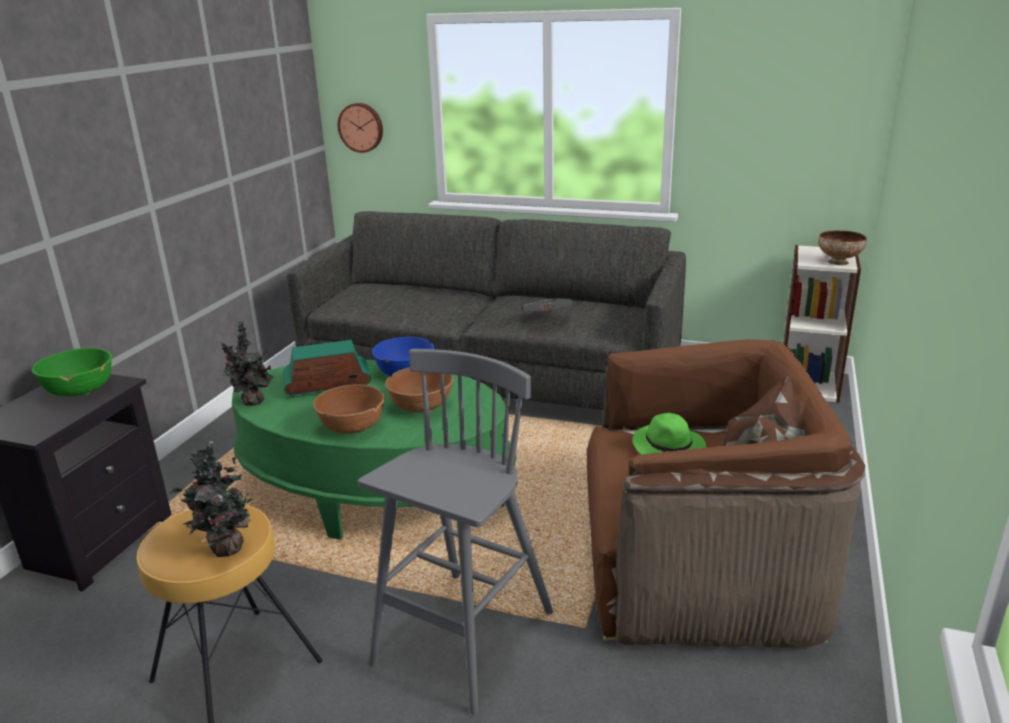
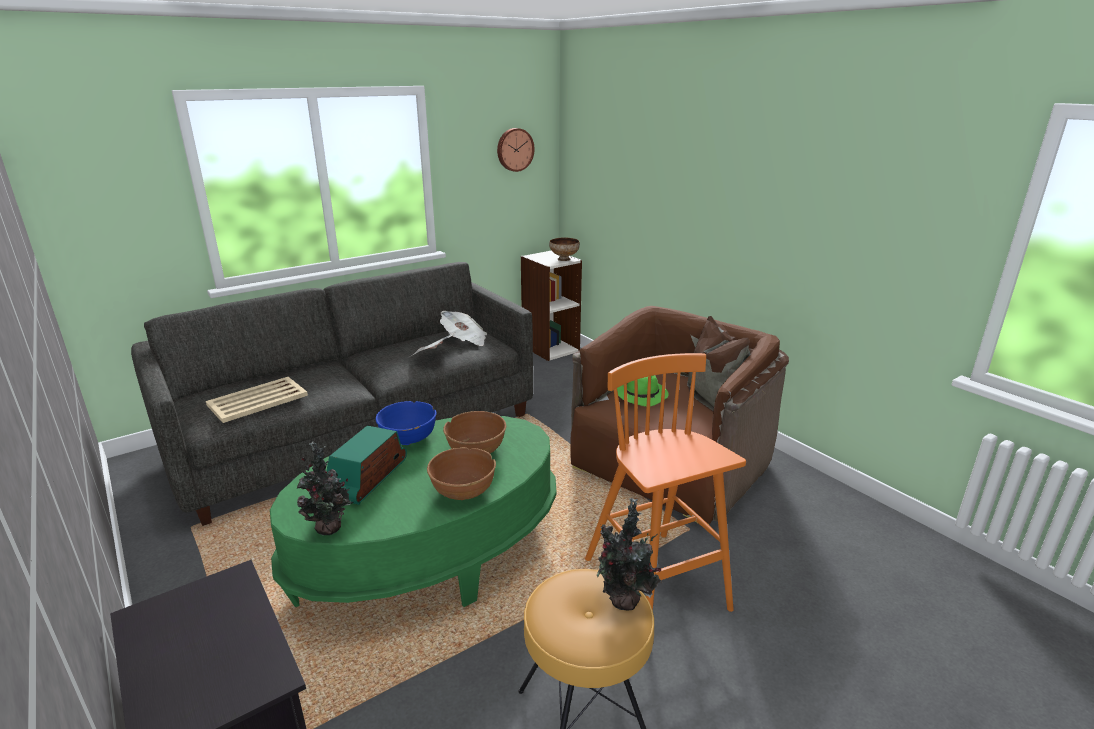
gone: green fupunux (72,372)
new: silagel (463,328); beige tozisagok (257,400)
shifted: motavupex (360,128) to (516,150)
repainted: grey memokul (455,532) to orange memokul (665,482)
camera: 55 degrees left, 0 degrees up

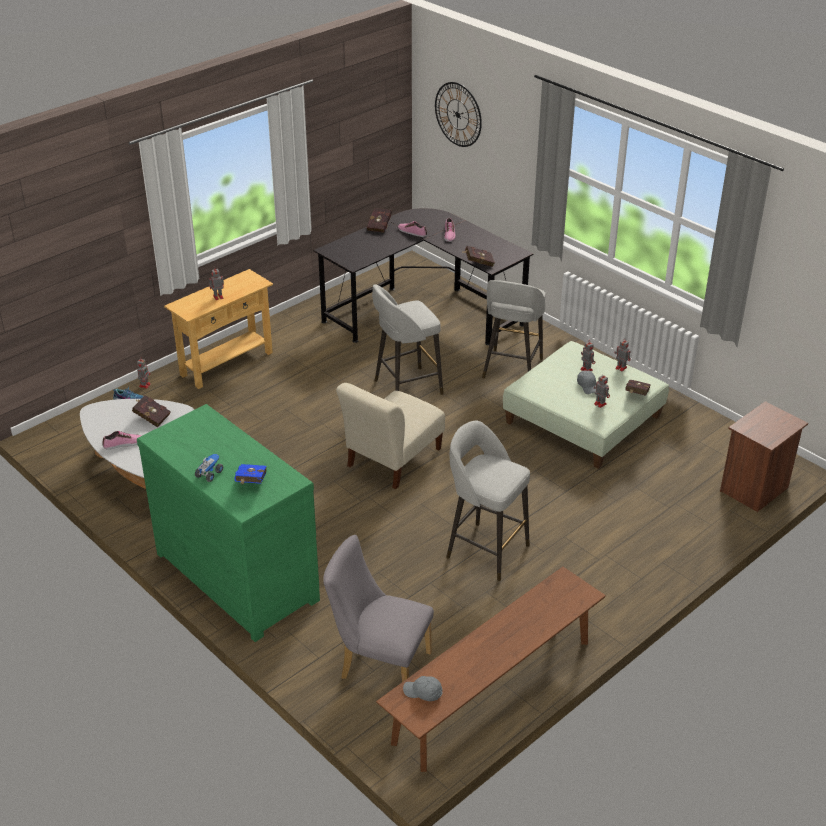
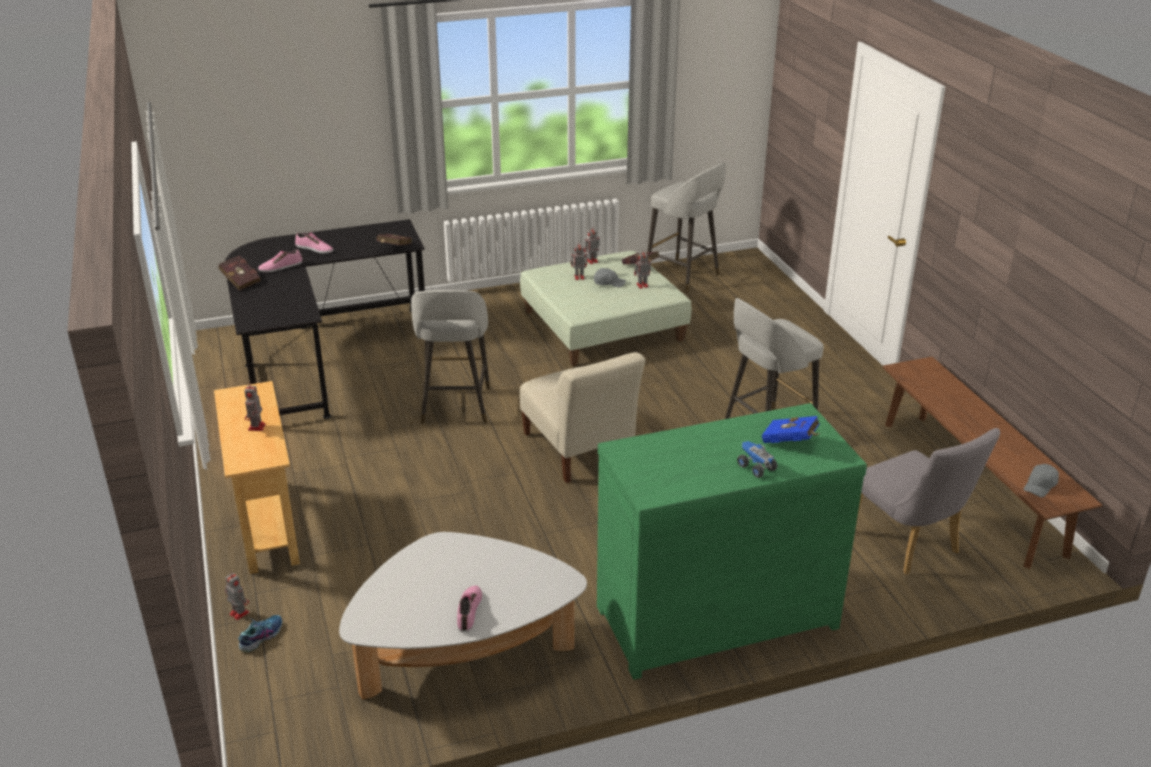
gone: motavupex (458,114); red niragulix (151,411); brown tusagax (764,456)
shifted: grey memokul (514,329) to (686,228)
rotated: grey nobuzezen (378,608) = (928,501) 75 degrees counterclockwise
camera: 65 degrees left, 5 degrees down

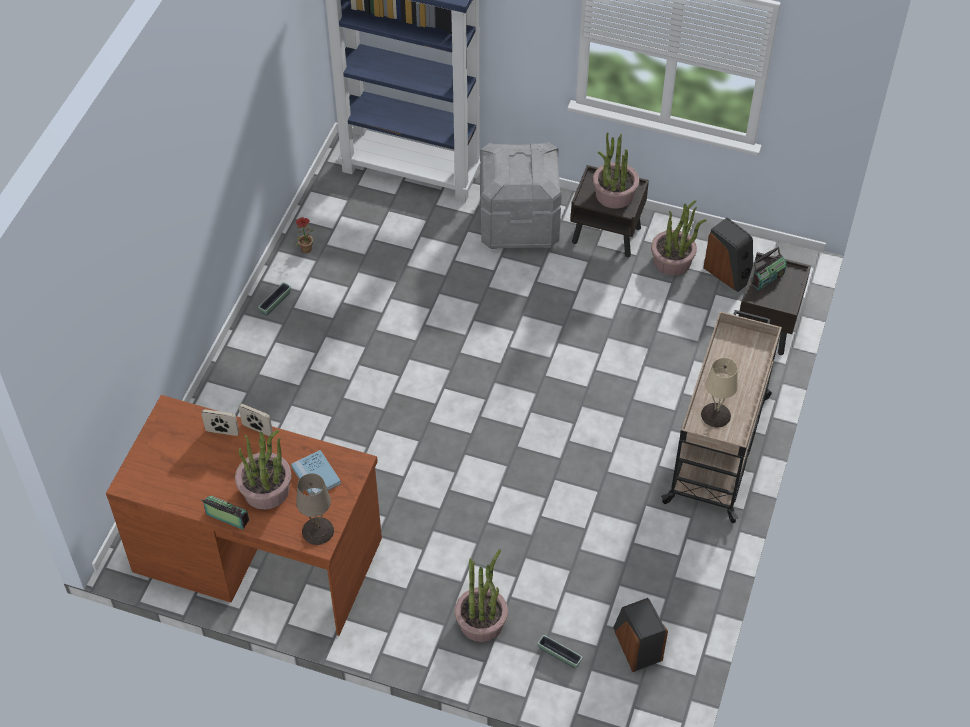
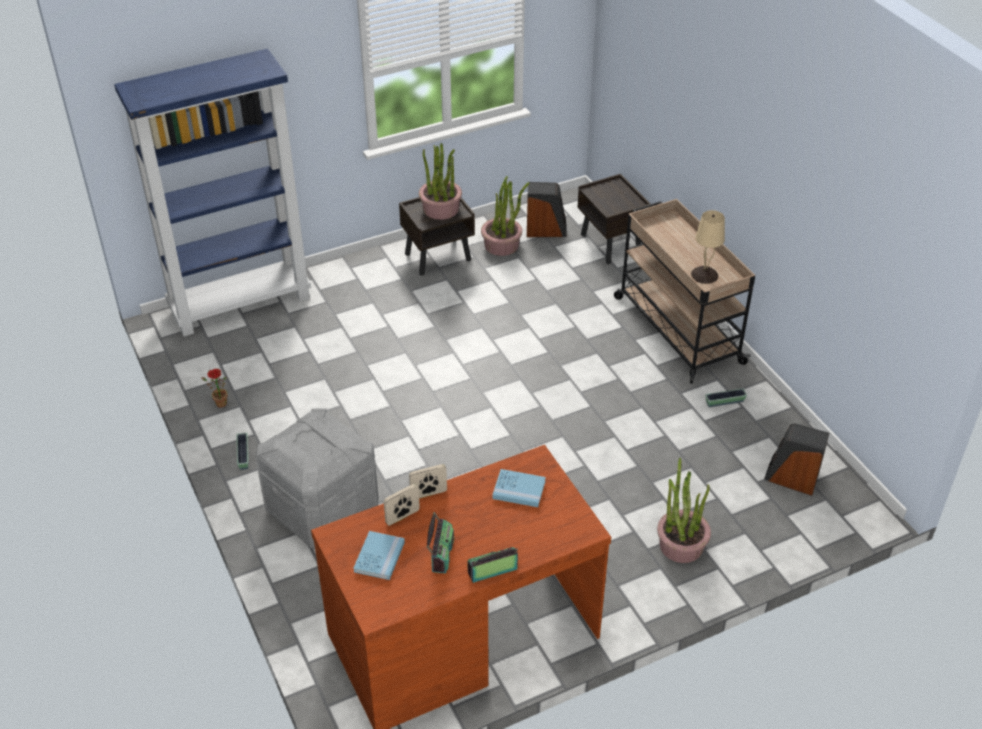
gone: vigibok (263,470); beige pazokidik (315,509)
new: blue niragulix (379,555)
shifted: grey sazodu (521,195) to (316,478); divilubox (769,268) to (440,542); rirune (560,652) to (726,397)
camera: 45 degrees left, 10 degrees down

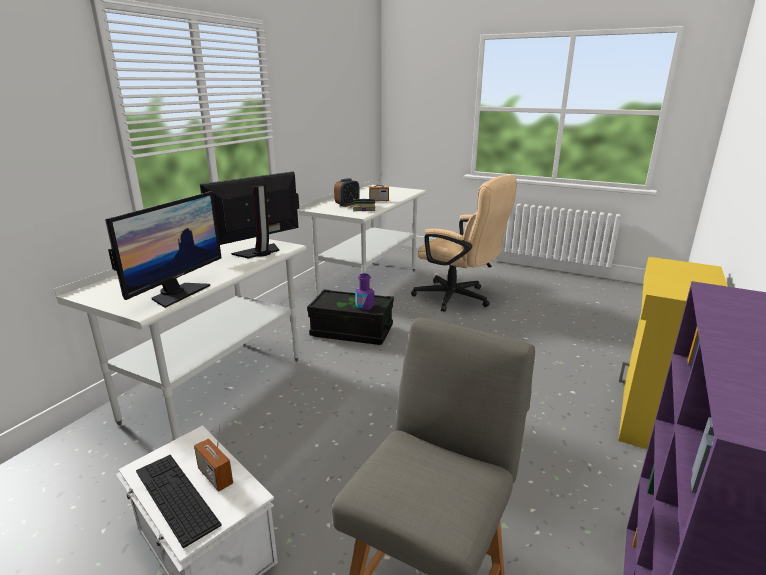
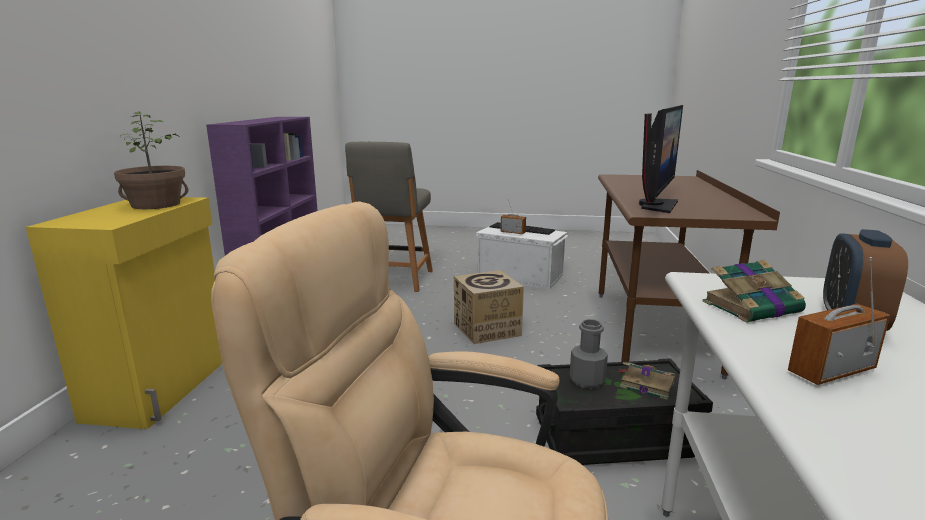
gone: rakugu (163,249)
new: vigibok (151,160); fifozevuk (489,307); niragulix (647,381)
repainted: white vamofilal (180,338) to brown vamofilal (689,274); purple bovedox (364,291) to grey bovedox (589,354)
camera: 160 degrees right, 5 degrees down

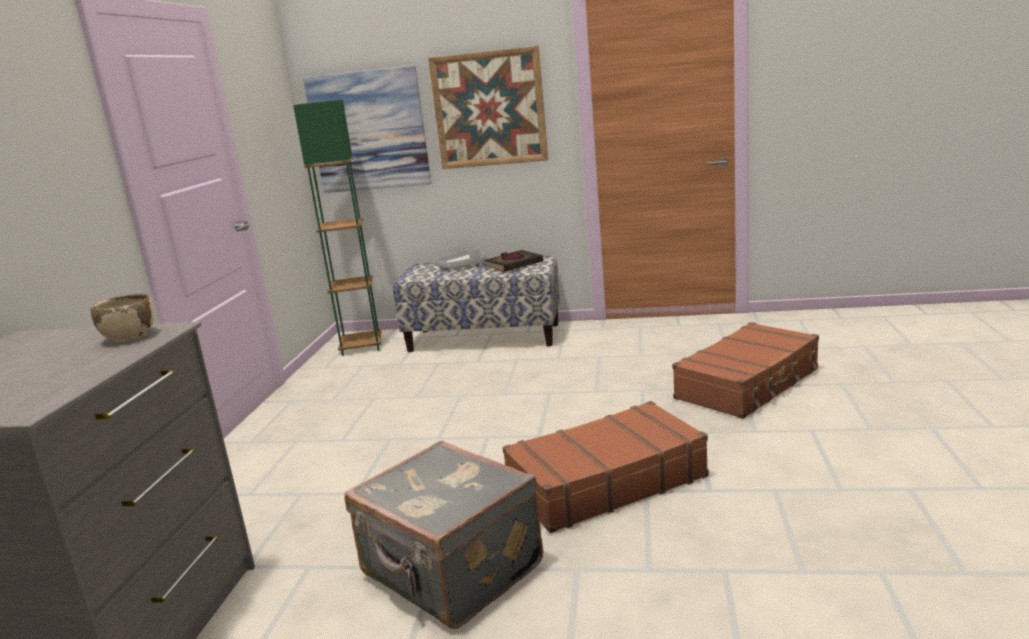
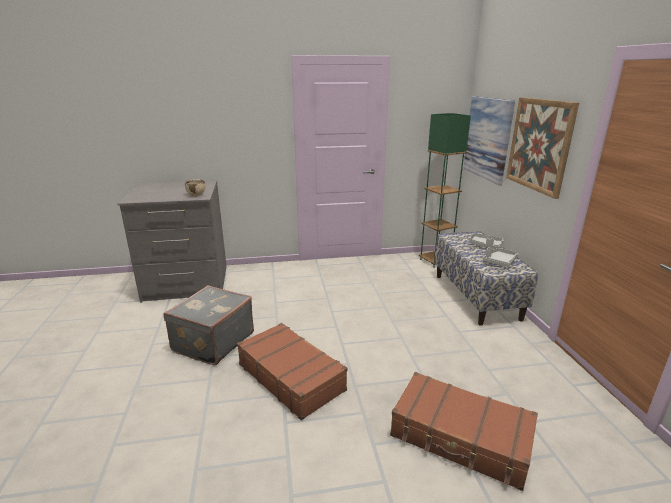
swapped: black niragulix (513,261) to grey tozisagok (500,257)
camera: 70 degrees right, 5 degrees up

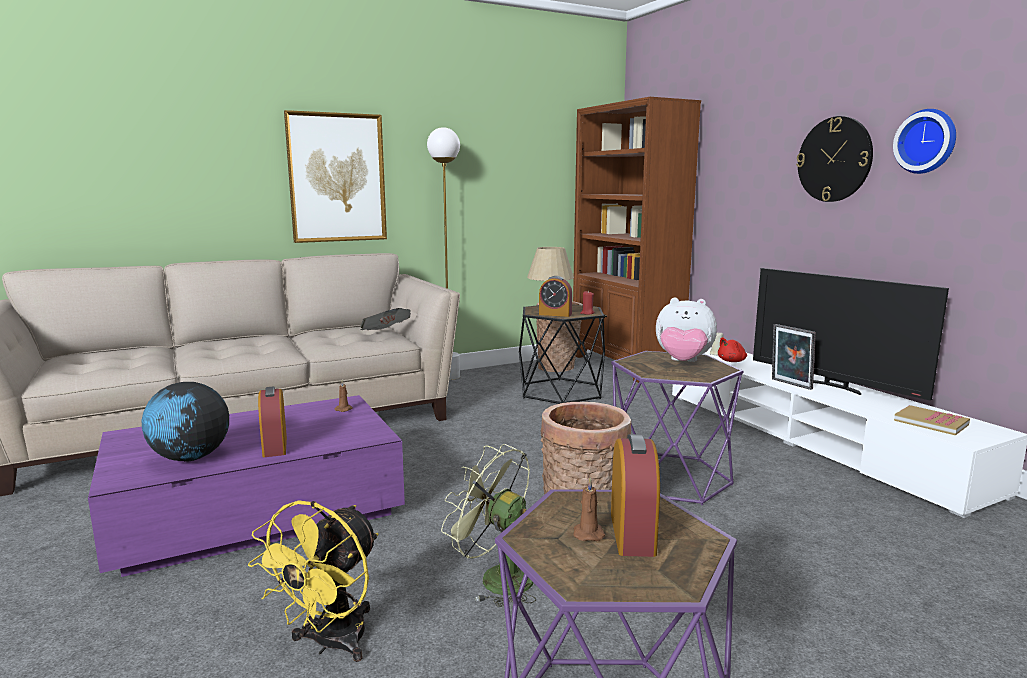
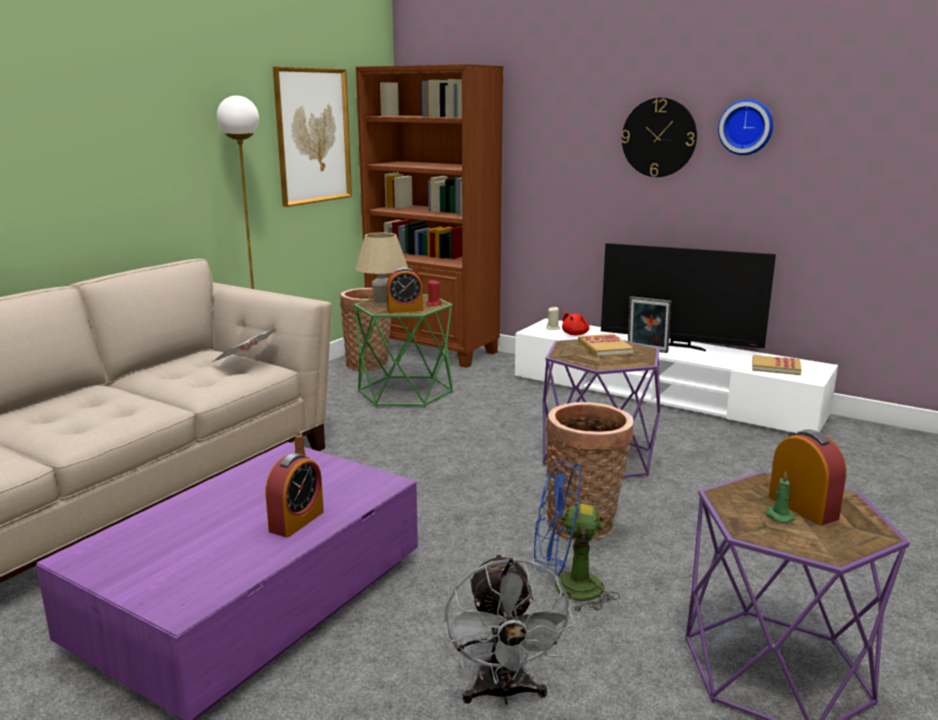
gone: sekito (185,421)
shifted: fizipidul (335,176) to (312,137)
swapped: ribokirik (686,329) to niragulix (606,345)
repainted: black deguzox (562,354) to green deguzox (403,350); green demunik (488,525) to blue demunik (577,537); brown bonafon (589,509) to green bonafon (780,497); yellow demunik (313,581) to grey demunik (509,629)
rotated: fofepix (272,422) = (294,495) 105 degrees counterclockwise
camera: 30 degrees left, 5 degrees up

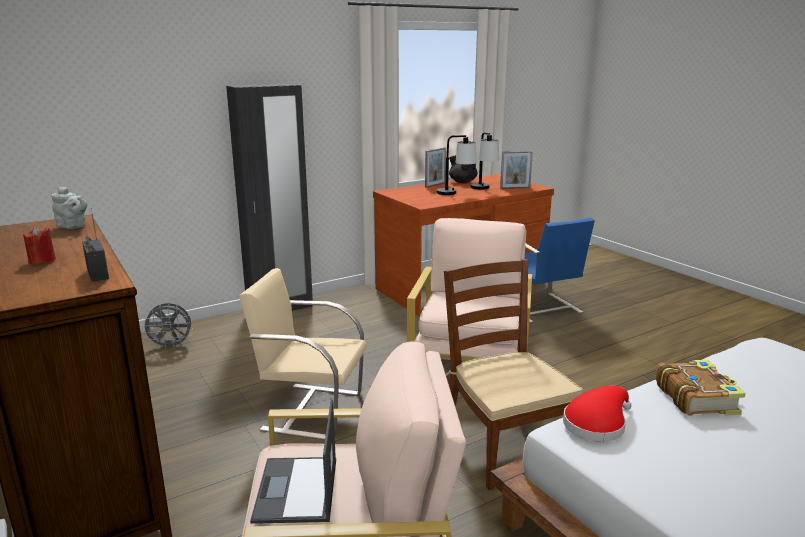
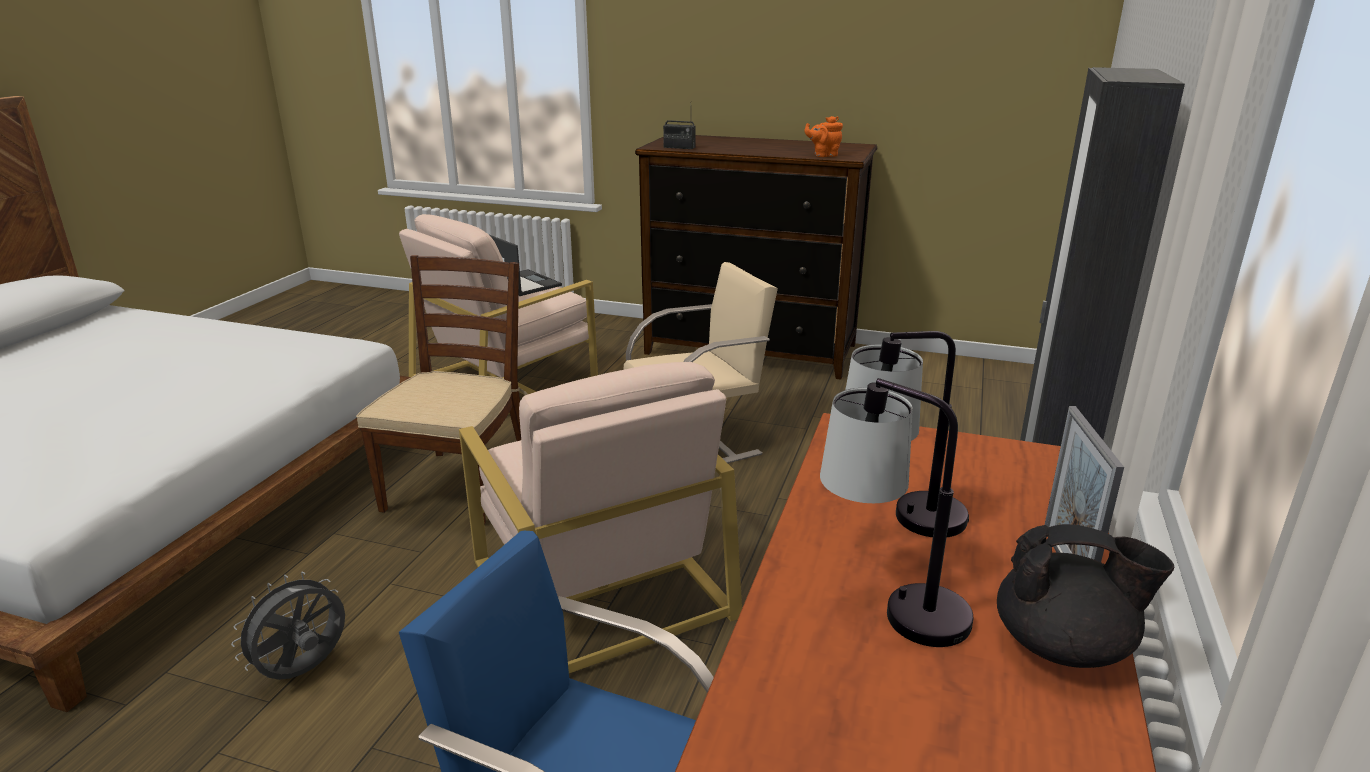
gone: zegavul (516,170); red bonafon (39,245); niragulix (701,388); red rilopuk (597,414)
shifted: grey demunik (167,326) to (288,625)
repainted: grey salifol (69,208) to orange salifol (824,136)
rotated: brown nobuzezen (513,374) = (442,389) 105 degrees counterclockwise
camera: 140 degrees right, 5 degrees up

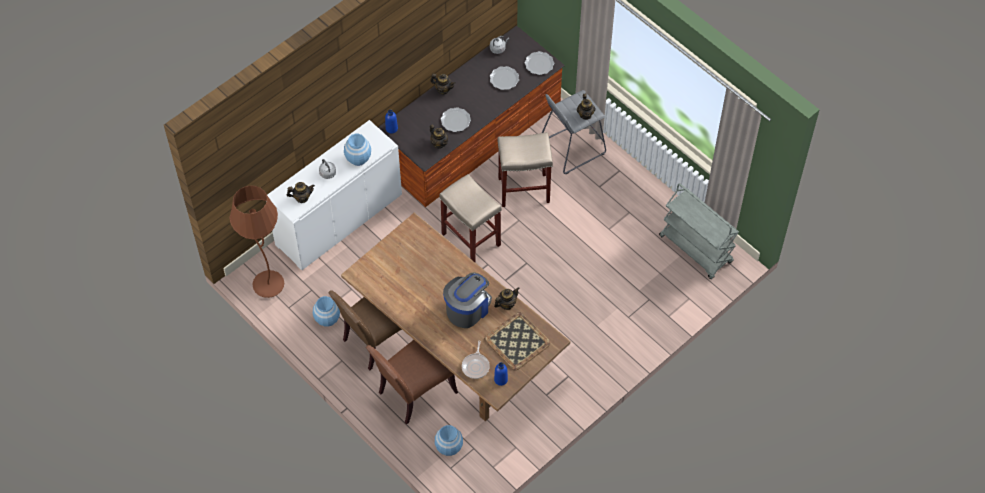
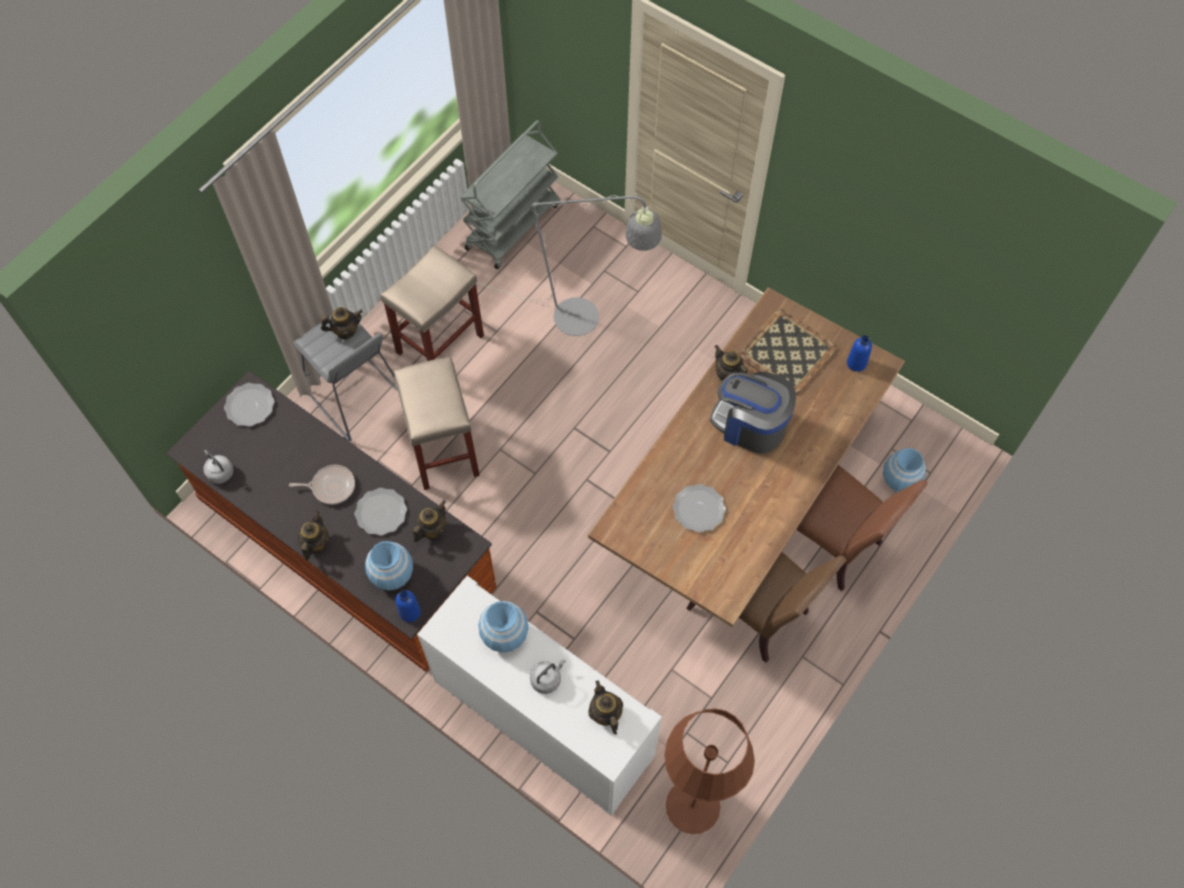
new: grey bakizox (569,264)
shifted: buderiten (504,78) to (699,508); beige memokul (470,218) to (432,303); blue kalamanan (326,311) to (389,566); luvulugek (476,360) to (322,484)
camera: 100 degrees left, 5 degrees up

